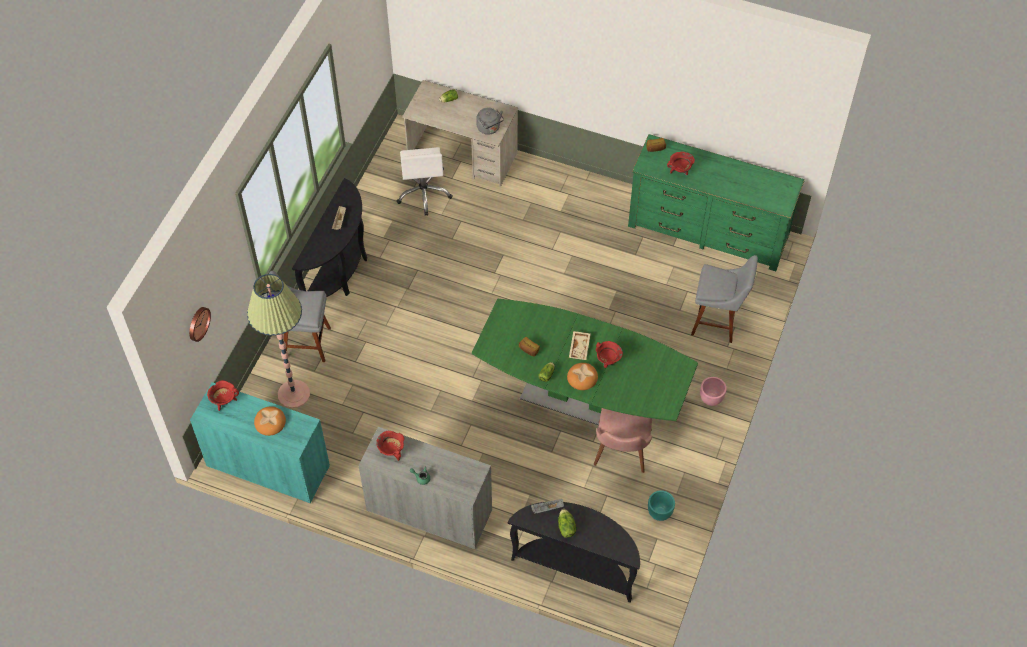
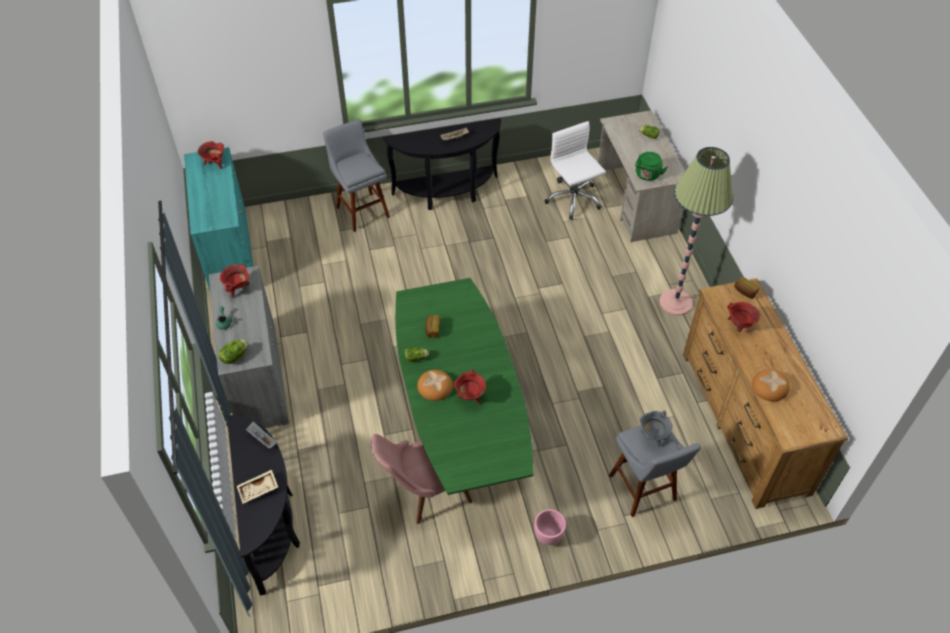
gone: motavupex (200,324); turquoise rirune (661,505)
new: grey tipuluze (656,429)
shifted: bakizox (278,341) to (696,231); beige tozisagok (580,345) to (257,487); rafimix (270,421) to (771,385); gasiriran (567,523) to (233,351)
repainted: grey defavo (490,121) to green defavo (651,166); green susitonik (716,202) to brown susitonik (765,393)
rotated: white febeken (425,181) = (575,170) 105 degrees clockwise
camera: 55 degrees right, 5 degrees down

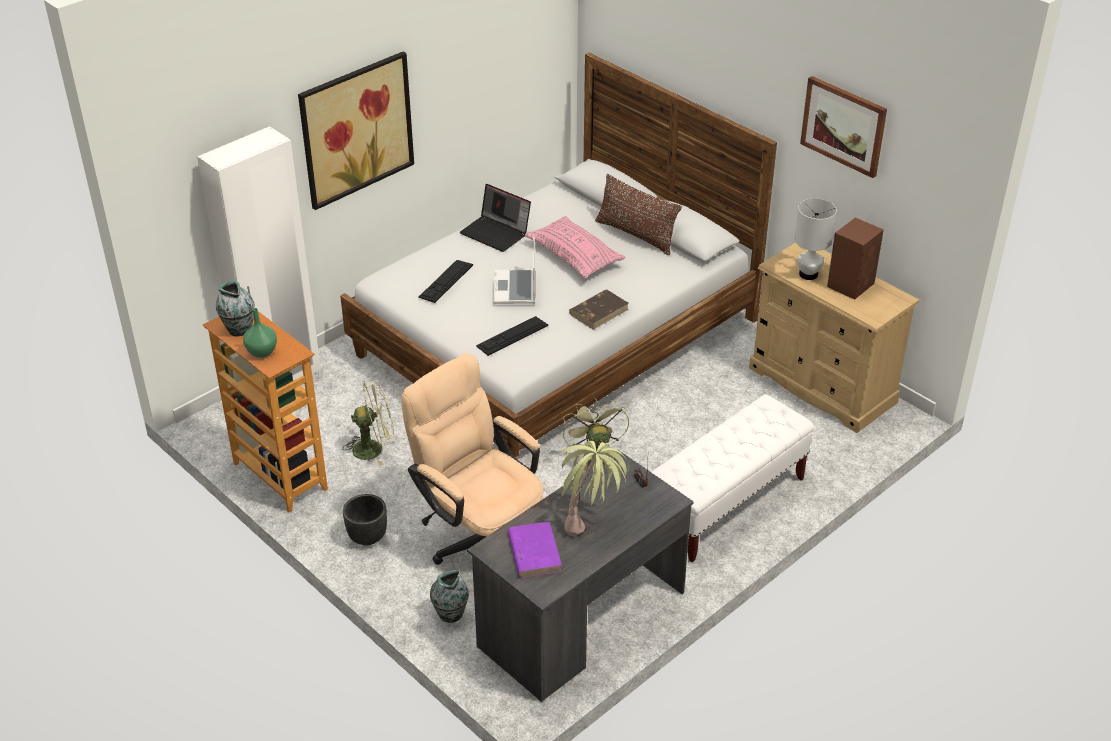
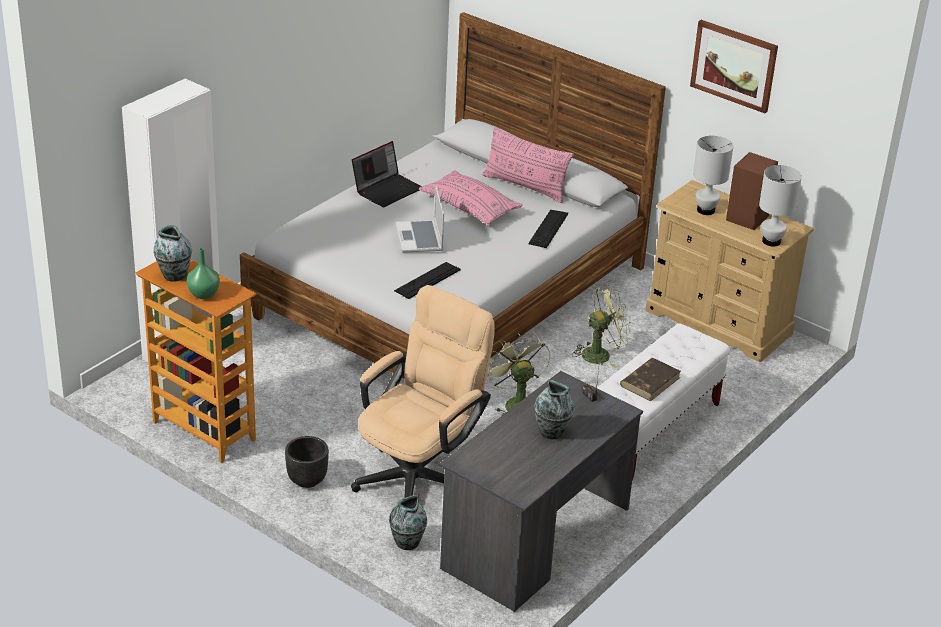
gone: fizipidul (356,131); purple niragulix (535,550)
new: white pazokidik (780,205)
shifted: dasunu (445,281) to (548,229); brown niragulix (599,309) to (650,379); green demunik (368,422) to (602,326)
swapped: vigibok (594,488) to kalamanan (554,409)
repainted: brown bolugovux (638,214) to pink bolugovux (528,165)
rotated: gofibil (495,218) = (386,174) 75 degrees counterclockwise; beige febeken (472,459) = (423,391) 90 degrees clockwise
camera: 10 degrees left, 5 degrees down

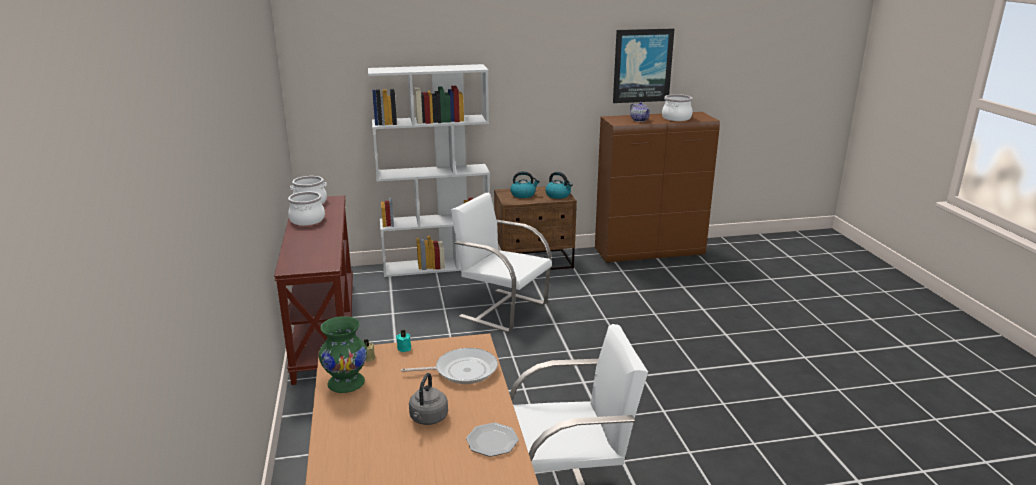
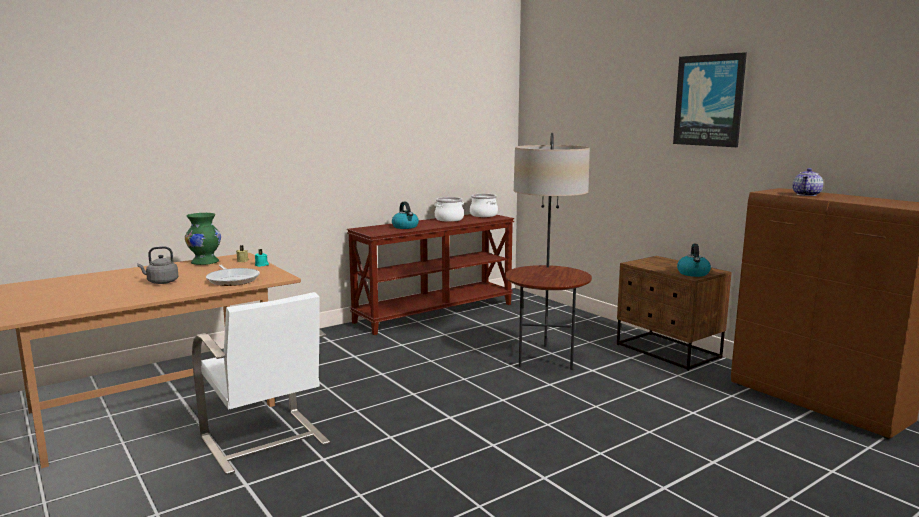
gone: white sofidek (429,170); tipuluze (677,107); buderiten (492,440)
shifted: fizipidul (643,65) to (710,99); defavo (525,184) to (405,215)
swapped: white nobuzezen (501,263) to bakizox (548,251)
camera: 65 degrees right, 10 degrees down

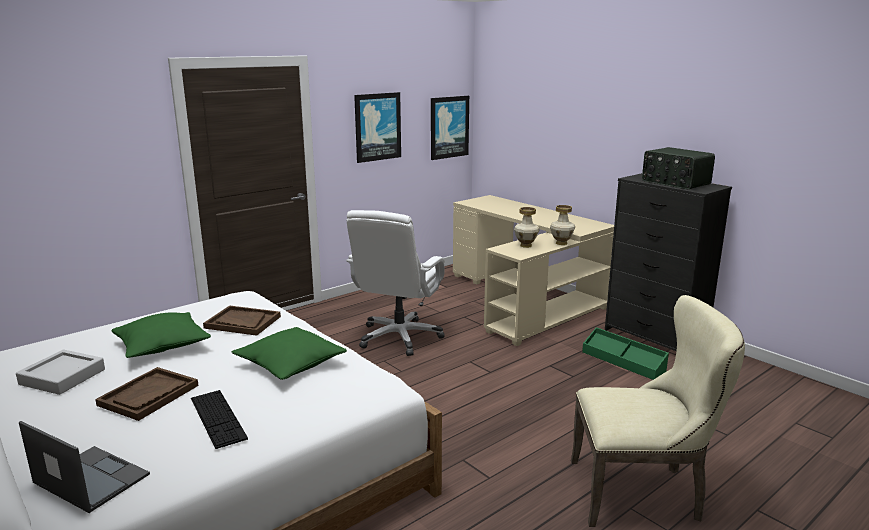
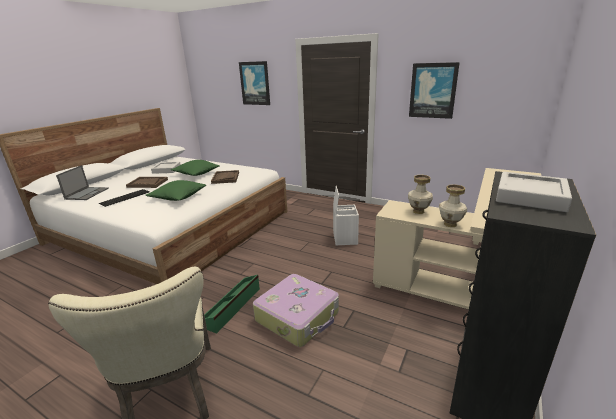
new: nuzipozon (296,310)
shifted: fizipidul (450,128) to (254,83); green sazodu (625,353) to (232,304)
swapped: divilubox (678,168) to grey tozisagok (534,192); white febeken (395,283) to white sazodu (346,215)
camera: 70 degrees right, 5 degrees up

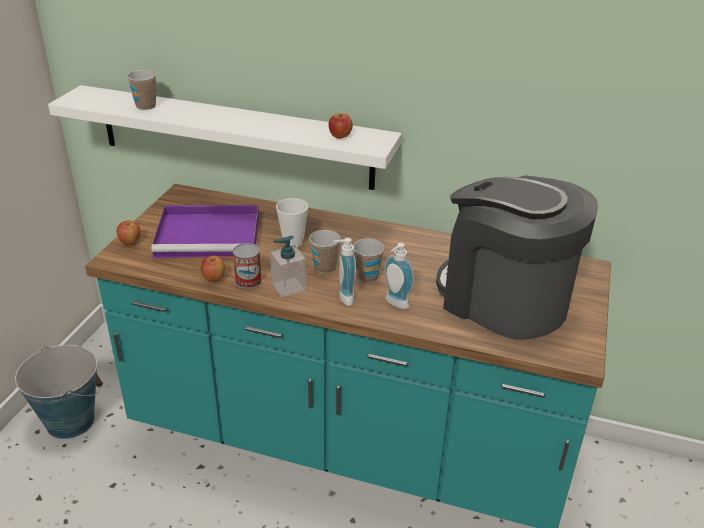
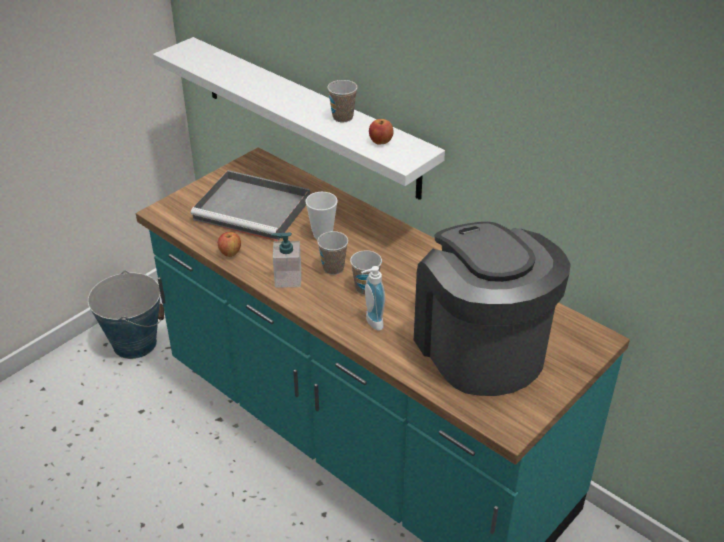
gone: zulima (129,233); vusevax (344,272); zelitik (247,265)
shifted: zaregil (141,90) to (342,101)
repainted: purple tozisagok (205,232) to grey tozisagok (250,205)
camera: 25 degrees right, 5 degrees up

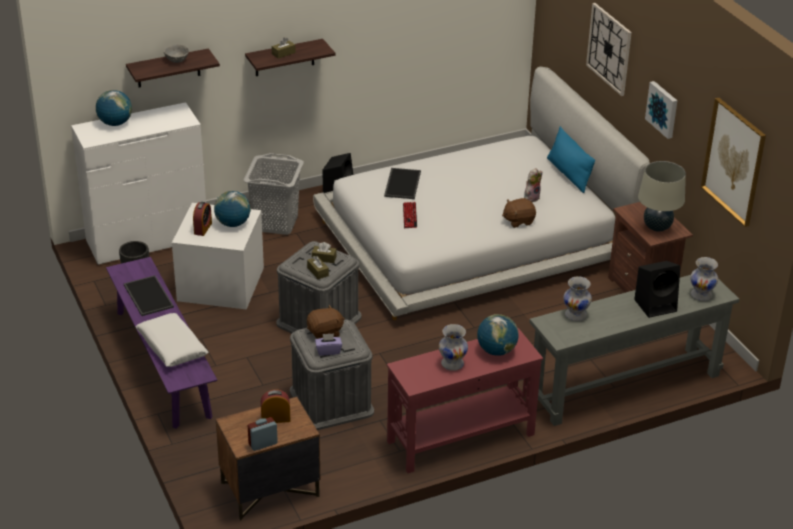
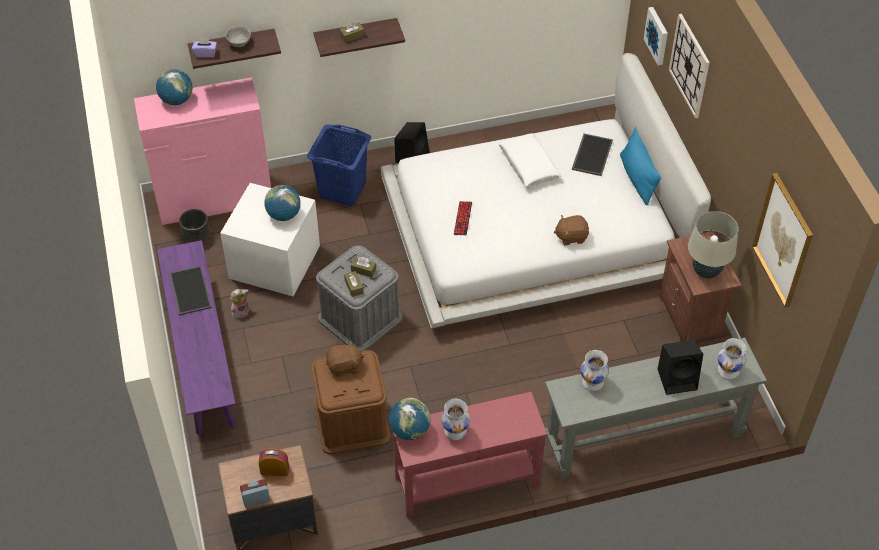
gone: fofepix (202,219)
shifted: fizipidul (661,110) to (656,36); tozisagok (402,183) to (592,154); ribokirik (533,185) to (239,303); white bolugovux (172,340) to (530,160); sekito (498,335) to (409,419); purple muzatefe (328,344) to (204,48)
repainted: white susitonik (138,183) to pink susitonik (202,151); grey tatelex (273,194) to blue tatelex (339,165); grey sazodu (332,374) to brown sazodu (350,402)
camera: 10 degrees right, 15 degrees up

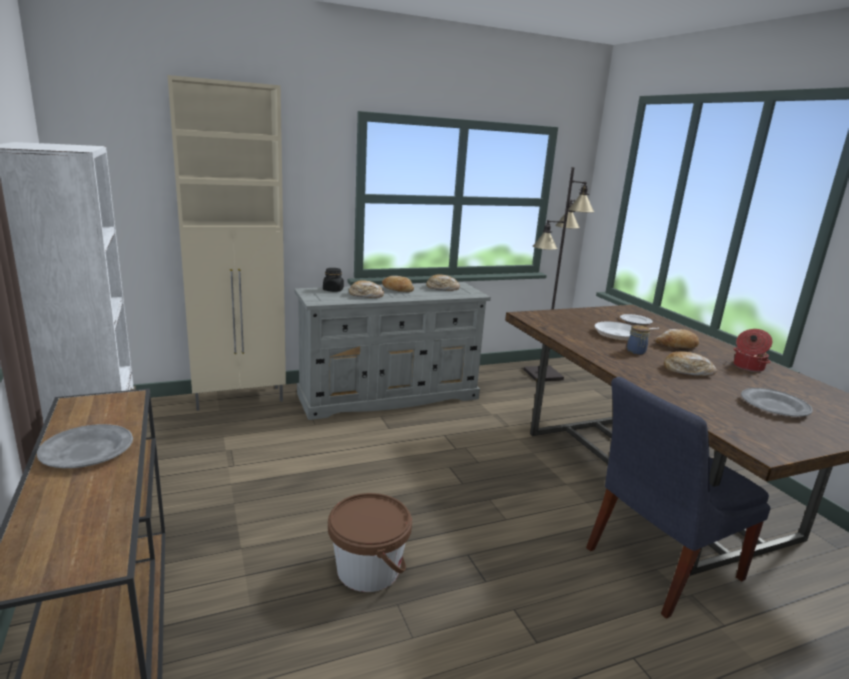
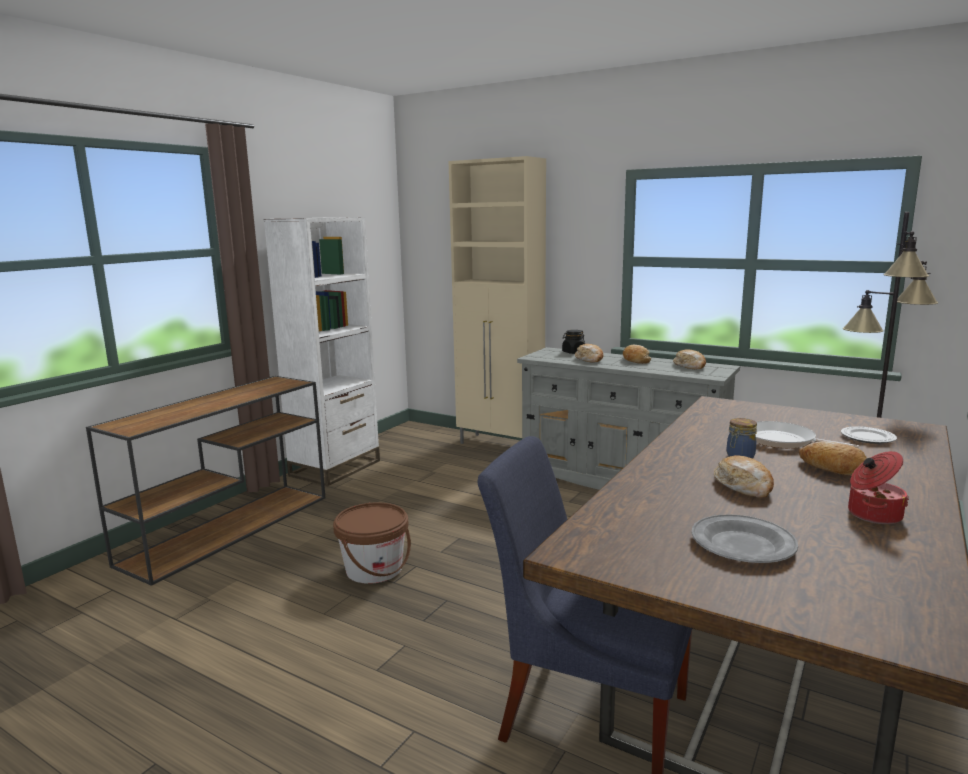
gone: grey buderiten (85,446)
camera: 55 degrees right, 5 degrees down

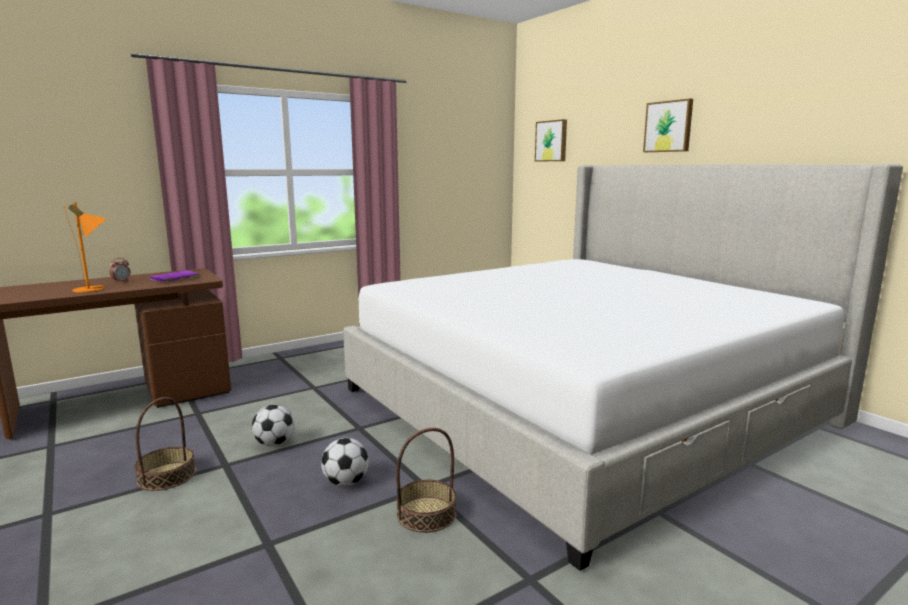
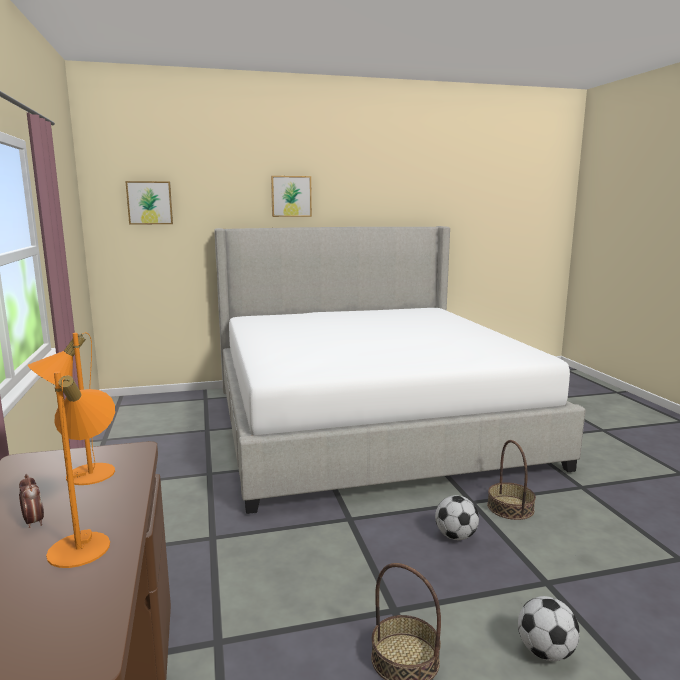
shifted: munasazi (273,426) to (549,628)
swapped: purple niragulix (174,277) to orange pazokidik (71,408)
camera: 70 degrees left, 0 degrees up

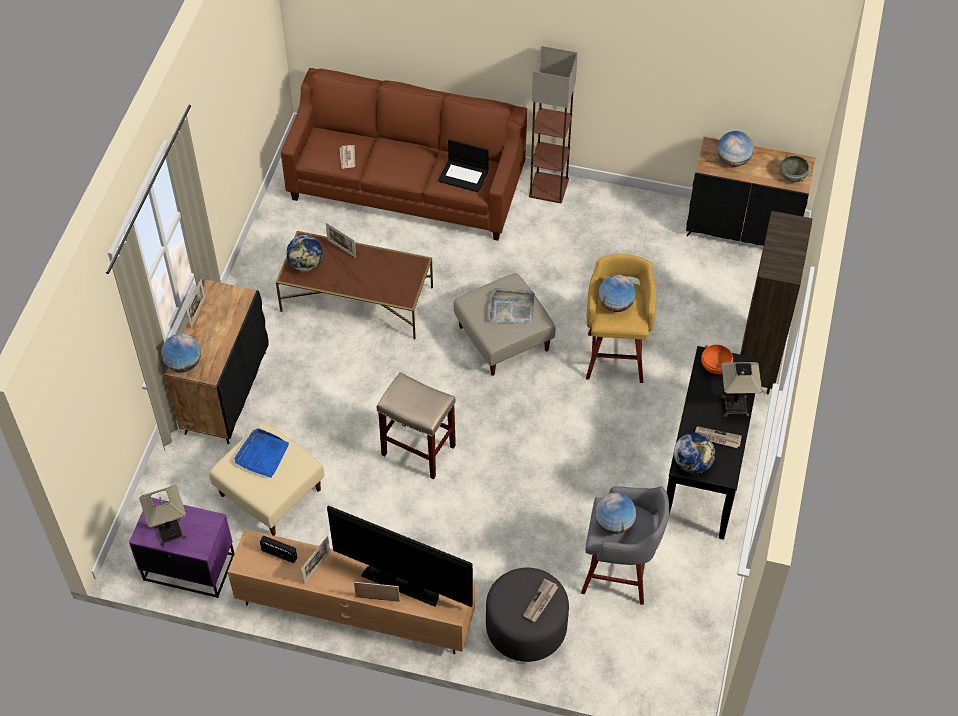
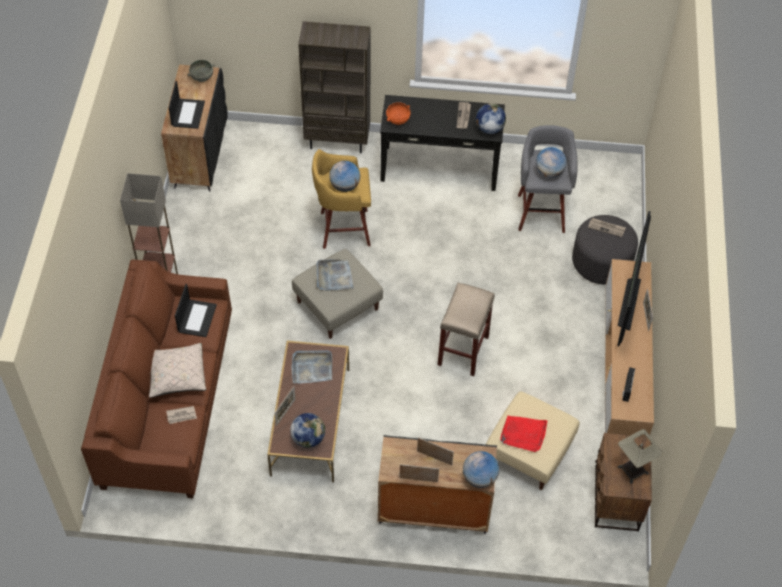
gone: pazokidik (741,389)
new: beige bolugovux (177,370); grey tozisagok (311,367)
shifted: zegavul (315,560) to (435,451)
swapped: sekito (735,149) to gofibil (187,105)
repainted: blue tozisagok (261,453) to red tozisagok (523,434); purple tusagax (181,547) to brown tusagax (623,482)
camera: 100 degrees left, 0 degrees up

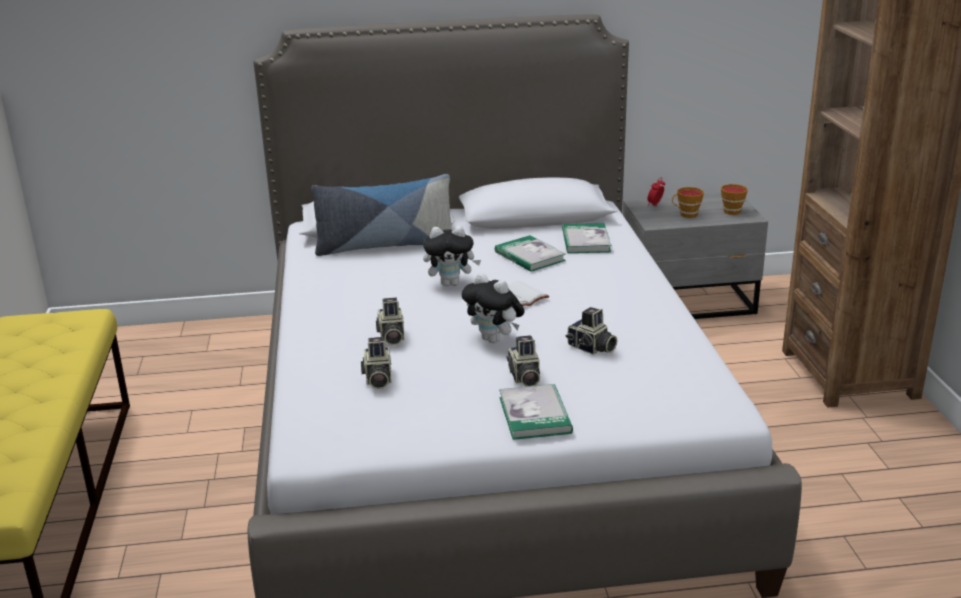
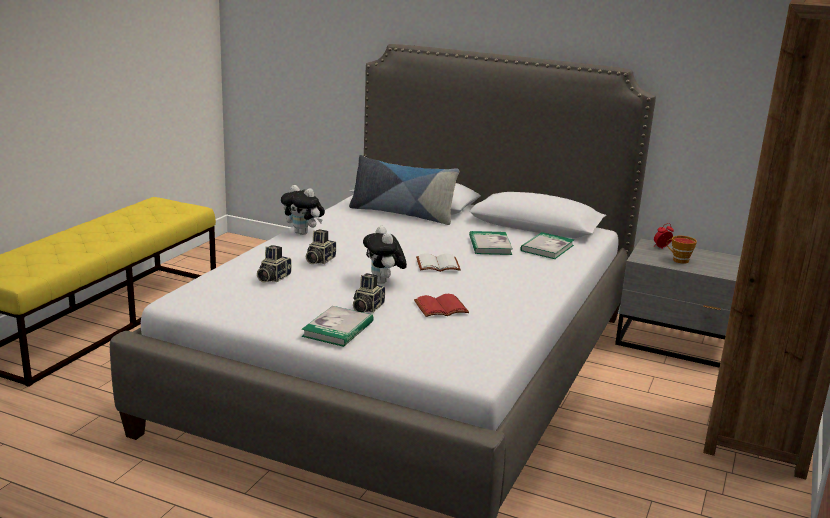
gone: zaregil (734,199)
shifted: ribokirik (452,256) to (303,210)
swapped: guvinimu (591,331) to red niragulix (441,305)
camera: 30 degrees right, 5 degrees down

